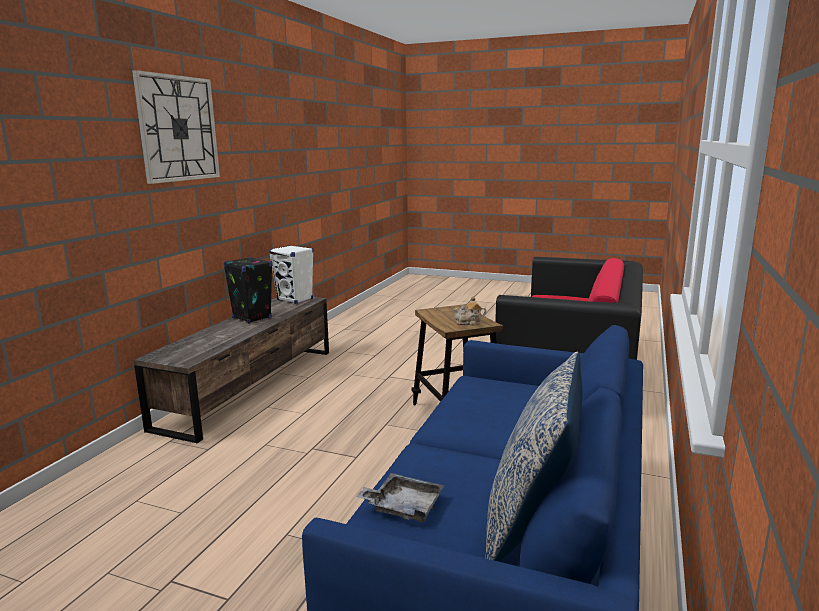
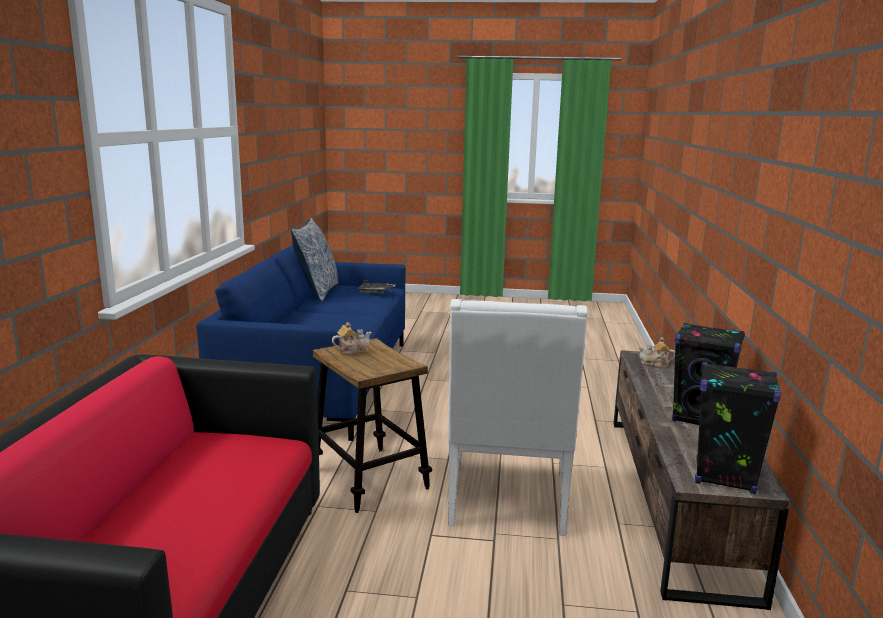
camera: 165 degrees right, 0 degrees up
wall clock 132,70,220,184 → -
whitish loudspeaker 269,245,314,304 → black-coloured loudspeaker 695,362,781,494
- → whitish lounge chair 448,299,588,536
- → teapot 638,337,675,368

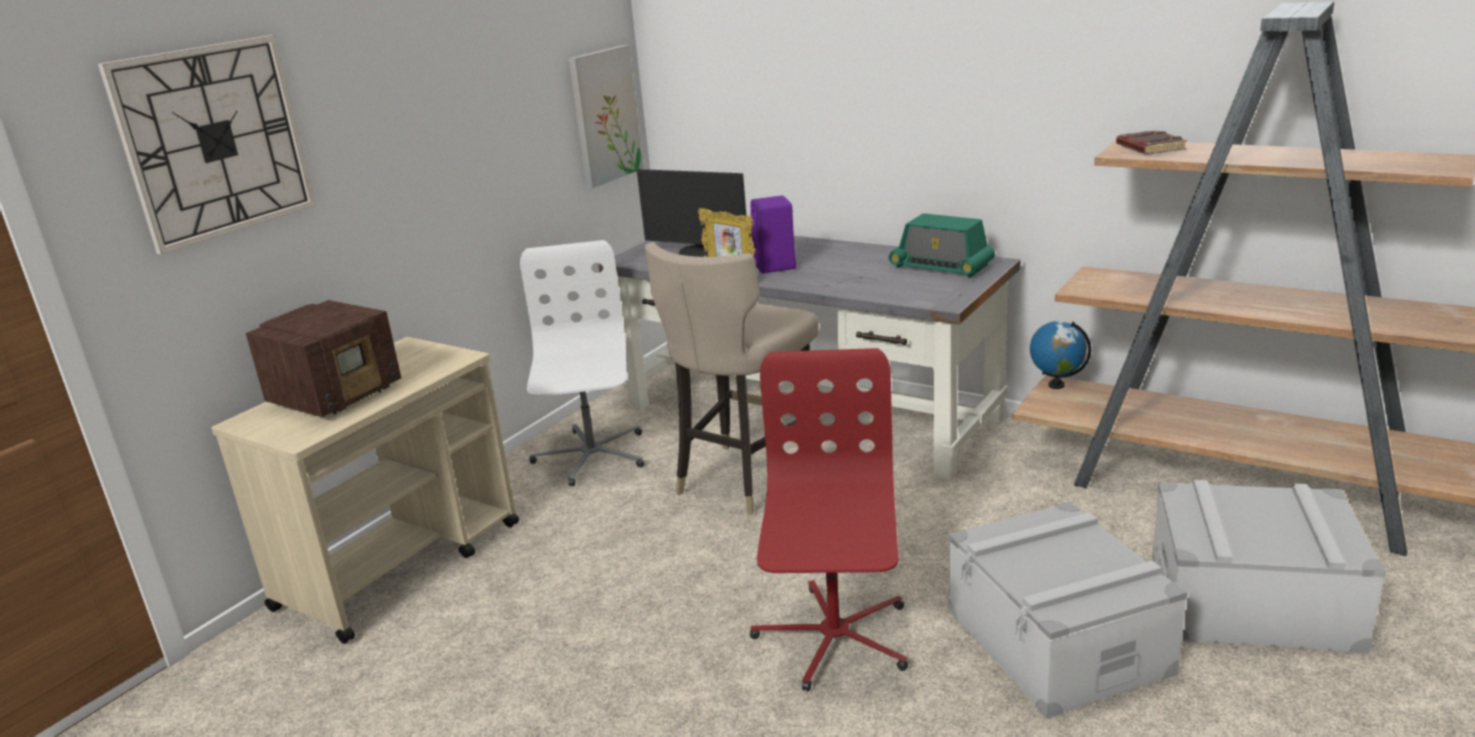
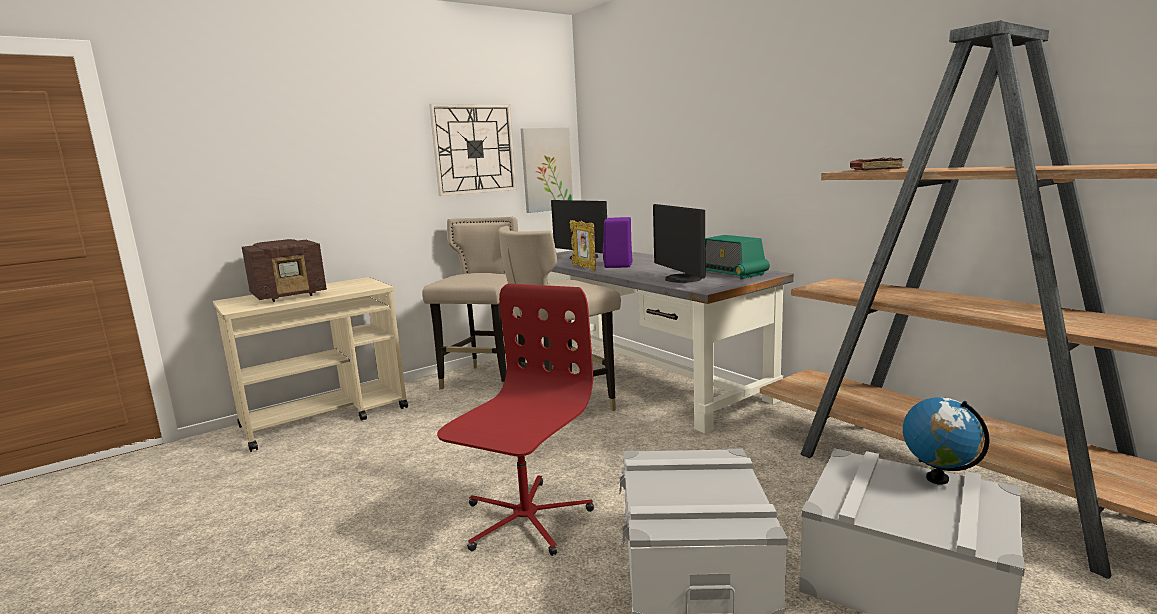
camera: 20 degrees right, 10 degrees down
wall clock 98,35,316,254 → wall clock 429,104,517,196, shifted
whitish computer chair 520,240,644,486 → sand-coloured sitting stool 422,217,518,390
world globe 1030,321,1091,389 → world globe 903,397,990,485, shifted
- → monitor 653,204,705,283

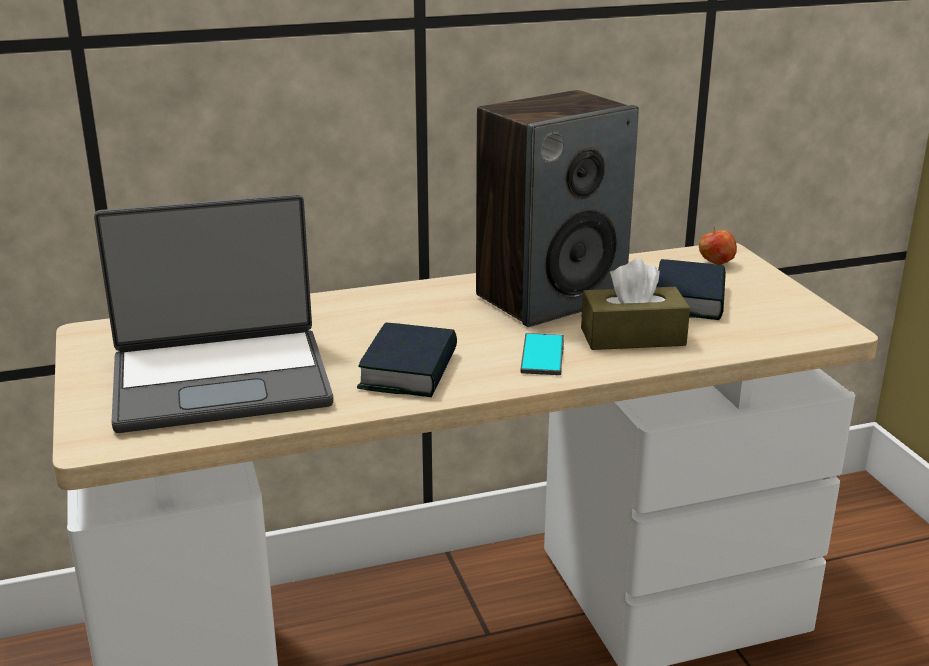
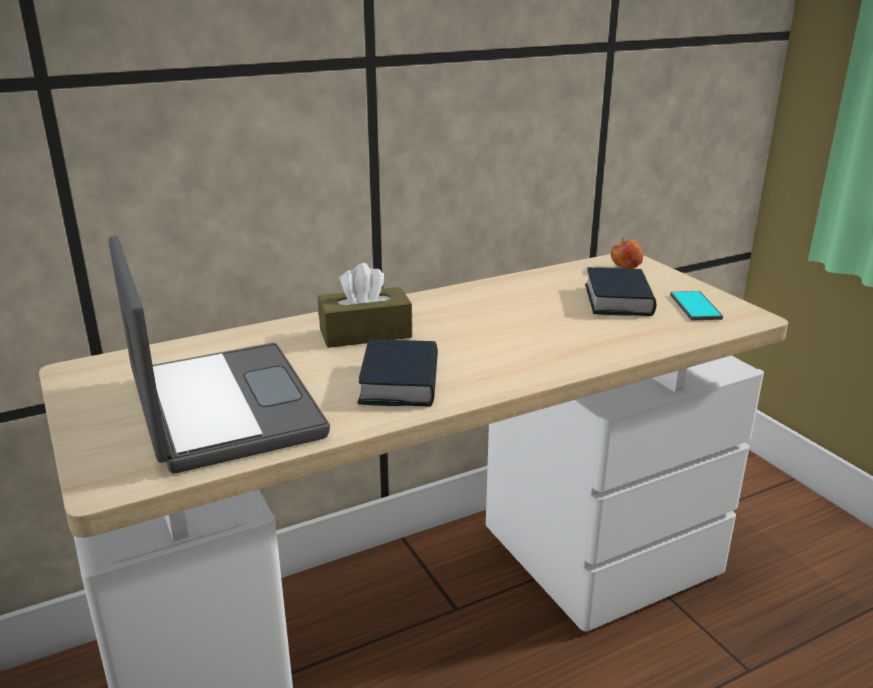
camera: 10 degrees left, 0 degrees up
loudspeaker 476,90,639,327 → -
portable computer 94,194,333,433 → portable computer 108,236,330,474, 90 degrees counterclockwise
brown-coloured tissue holder 581,258,690,350 → brown-coloured tissue holder 318,263,412,348, shifted
handset 520,333,564,375 → handset 670,291,723,320, shifted

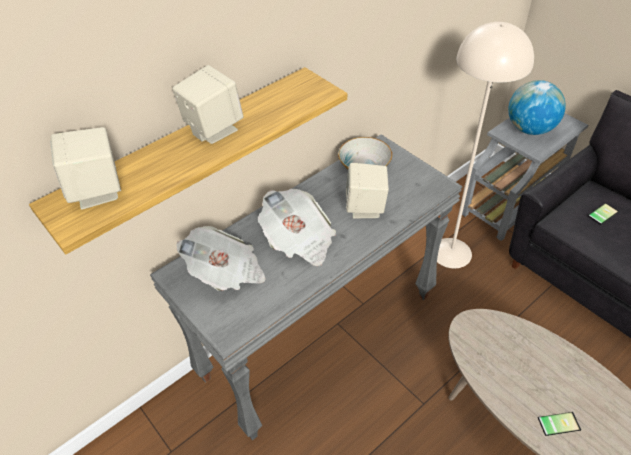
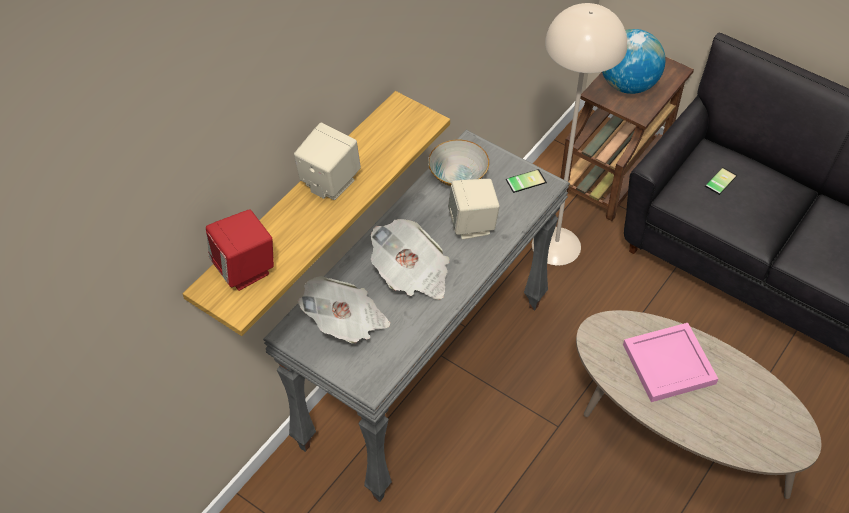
camera: 15 degrees left, 5 degrees up
grey end table 462,113,588,241 → brown-coloured end table 560,56,694,221
sand-coloured loudspeaker 50,127,121,210 → red-coloured loudspeaker 206,209,274,291
handset 538,412,581,436 → handset 506,169,547,193, shifted
- → pink-coloured serving tray 623,323,718,402

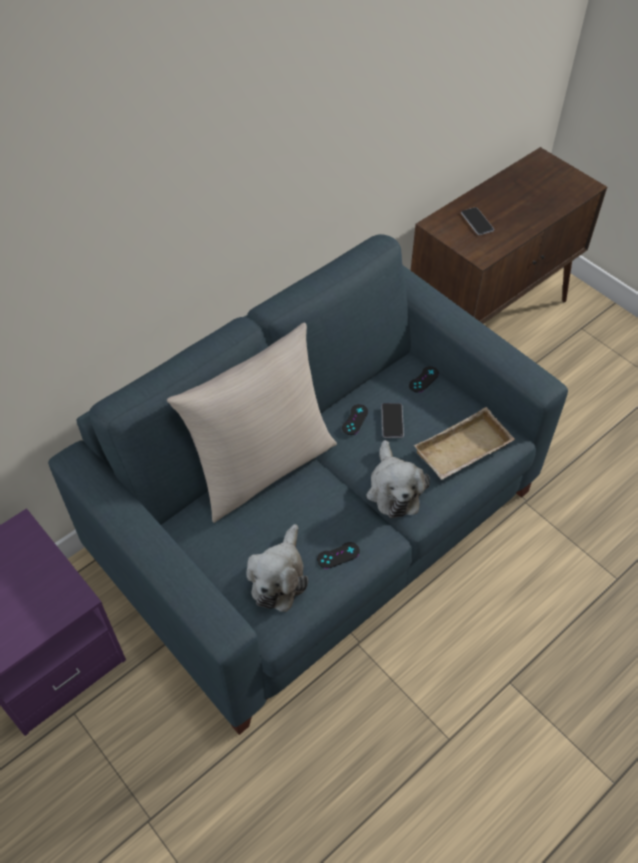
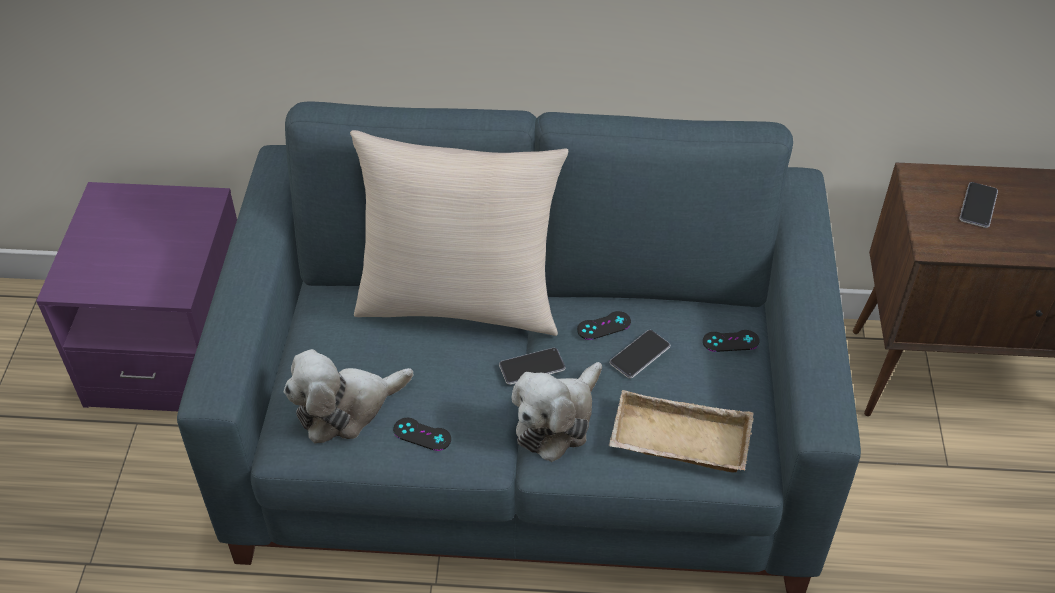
camera: 45 degrees right, 5 degrees down
- → handset 499,348,565,385

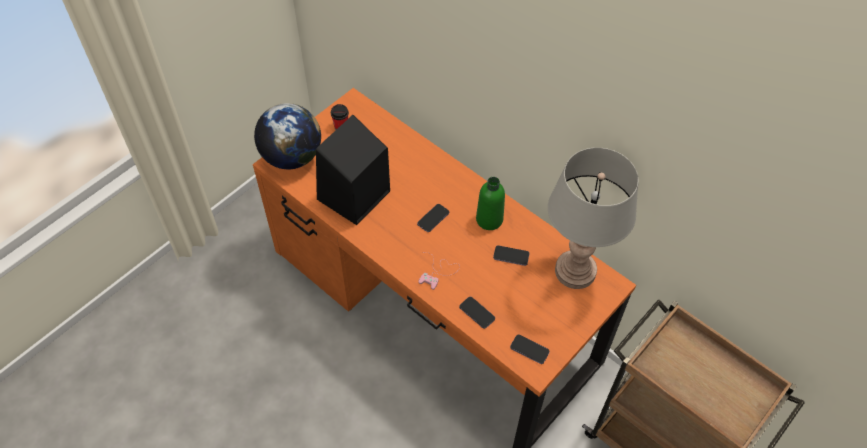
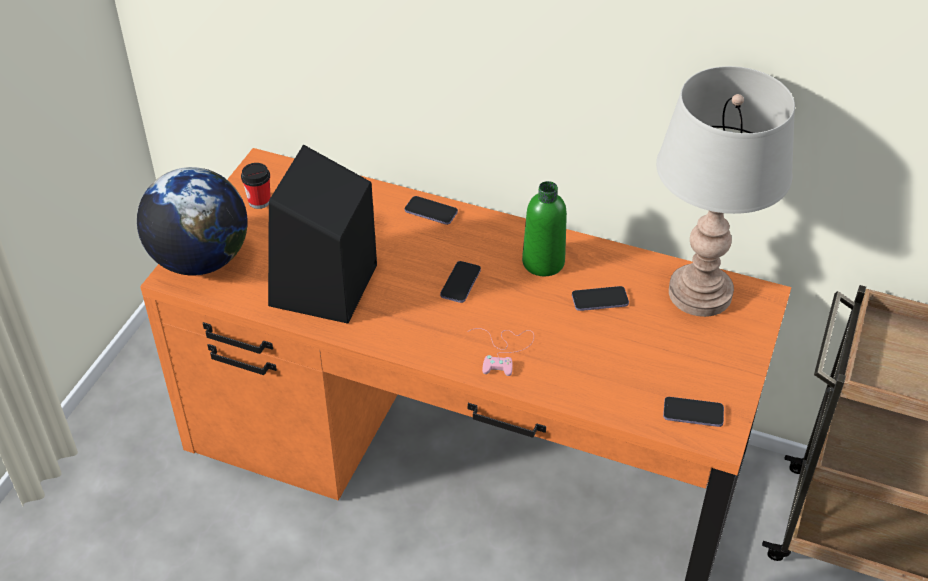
camera: 20 degrees left, 10 degrees down
handset 459,297,495,329 → handset 405,196,458,225, shifted

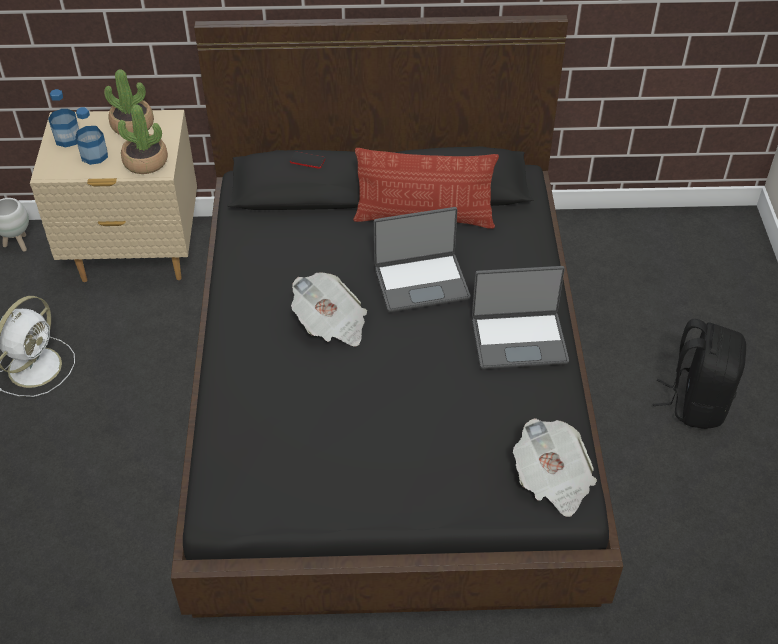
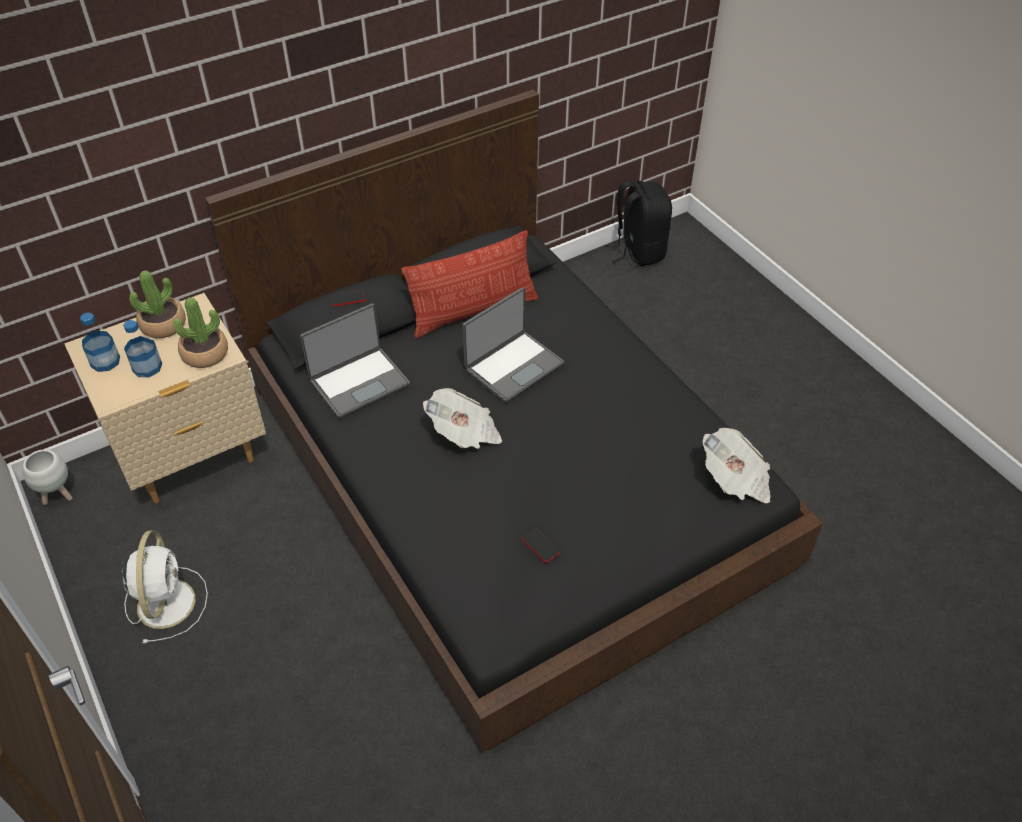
camera: 30 degrees left, 0 degrees up
portable computer 472,266,569,369 → portable computer 300,303,410,419, shifted
black-coloured knapsack 653,319,746,429 → black-coloured knapsack 605,181,672,266, shifted
- → handset 521,528,559,563

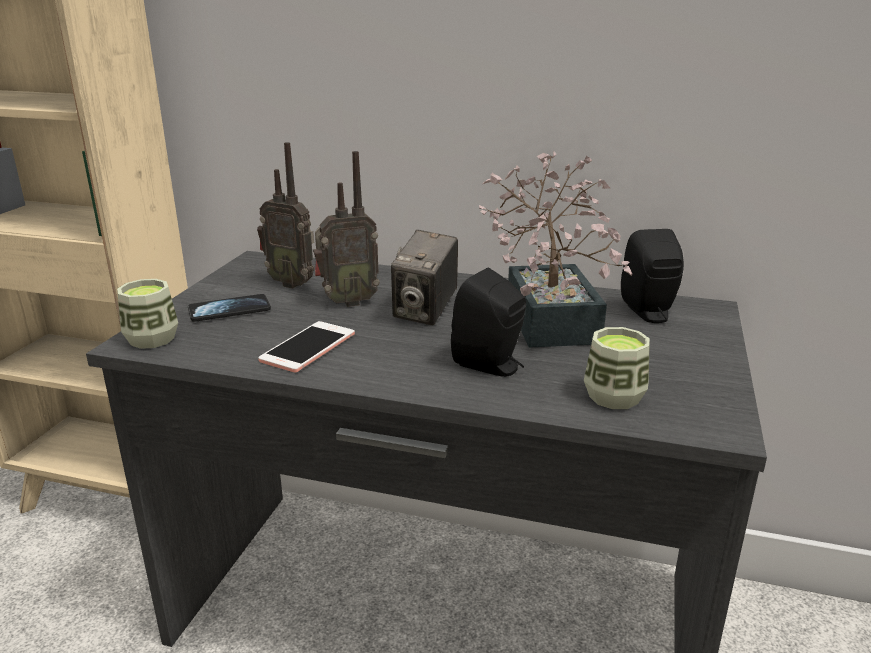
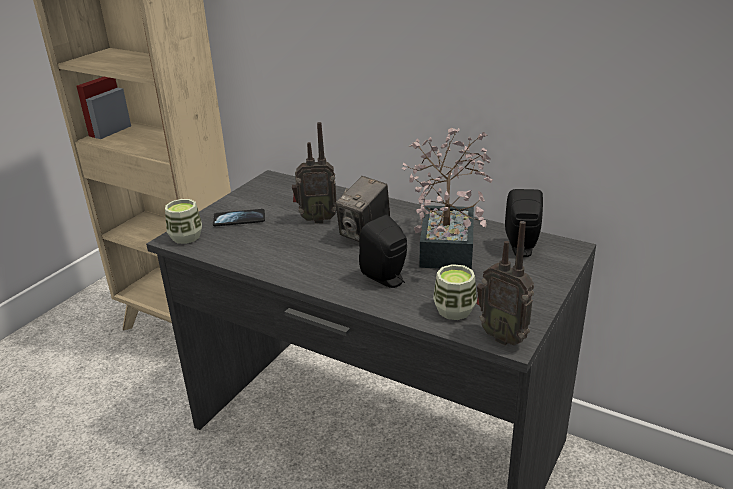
camera: 15 degrees right, 5 degrees up
radio 257,142,314,289 → radio 476,221,534,345, shifted
handset 258,321,355,372 → -

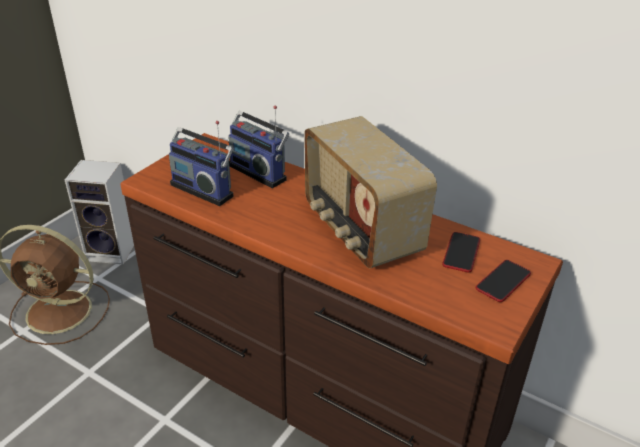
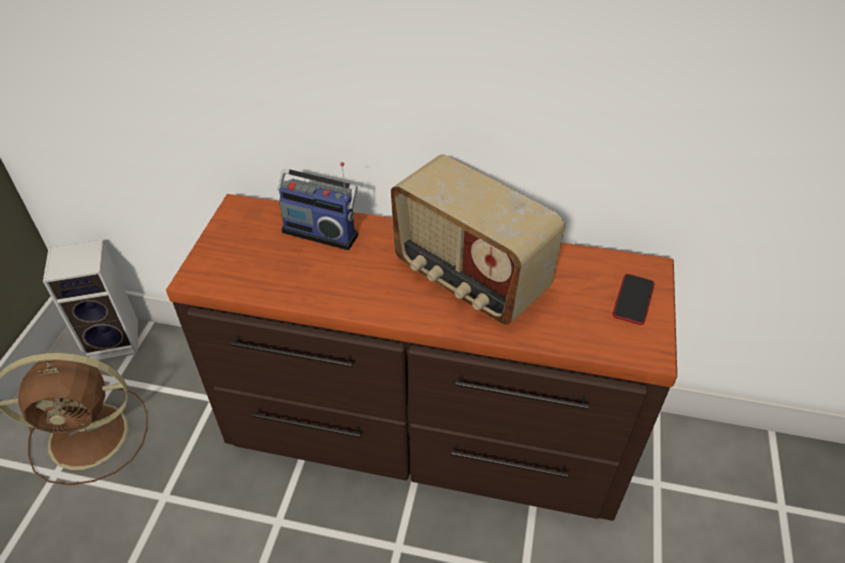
camera: 20 degrees left, 10 degrees up
radio 169,121,234,206 → -
handset 442,232,480,272 → -

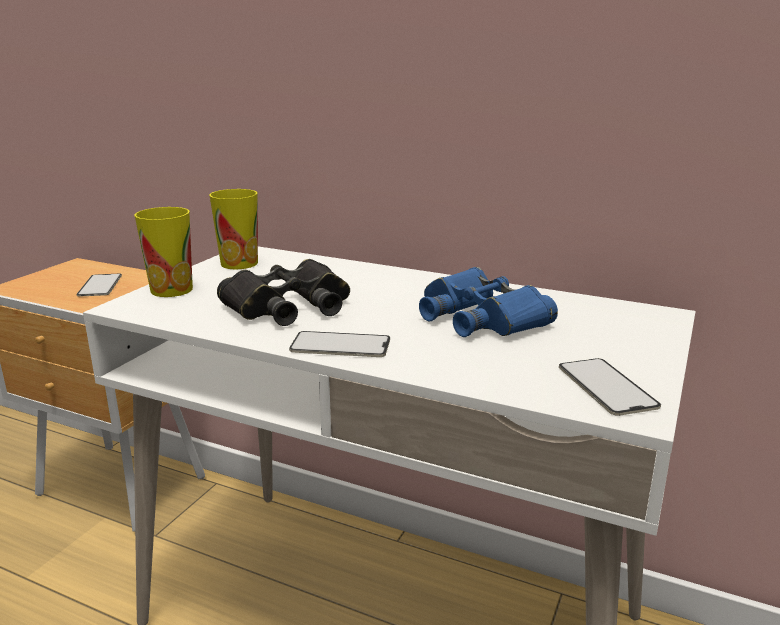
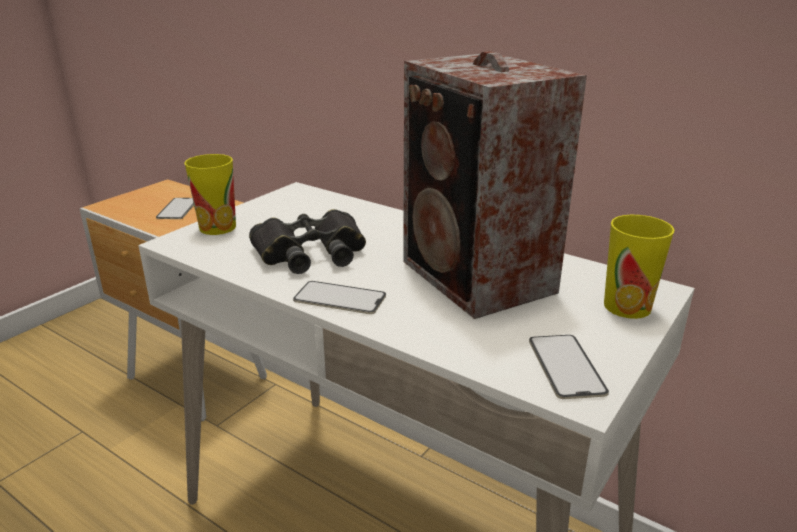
camera: 10 degrees right, 5 degrees up
drinking cup 209,189,258,269 → drinking cup 604,215,675,319, shifted
blue-coloured field glasses 419,267,558,337 → loudspeaker 403,51,587,319

